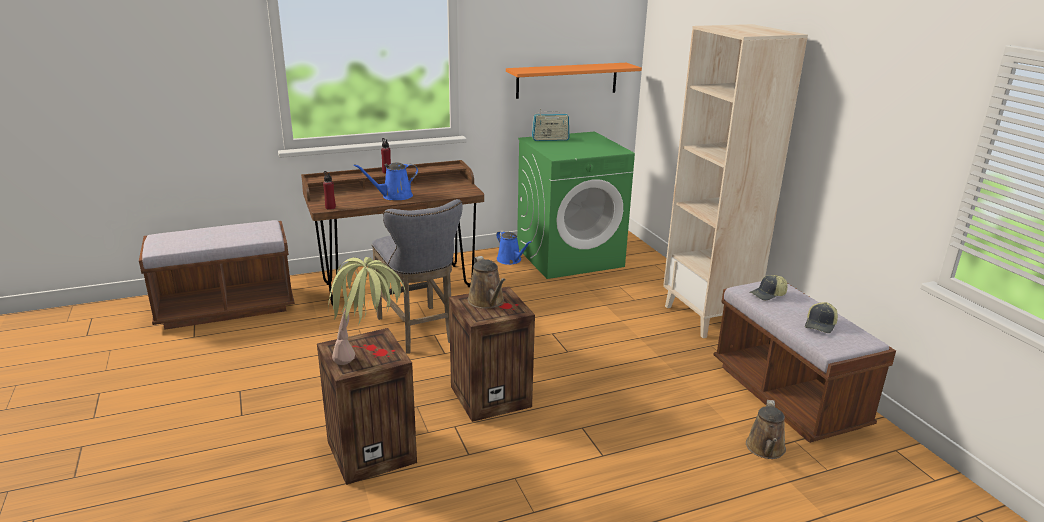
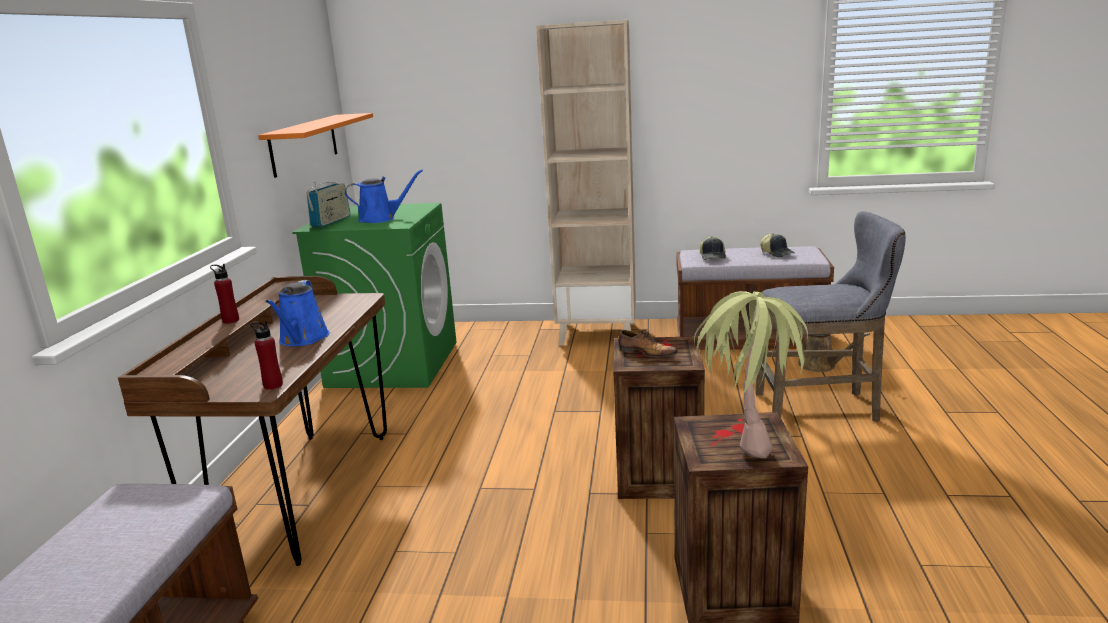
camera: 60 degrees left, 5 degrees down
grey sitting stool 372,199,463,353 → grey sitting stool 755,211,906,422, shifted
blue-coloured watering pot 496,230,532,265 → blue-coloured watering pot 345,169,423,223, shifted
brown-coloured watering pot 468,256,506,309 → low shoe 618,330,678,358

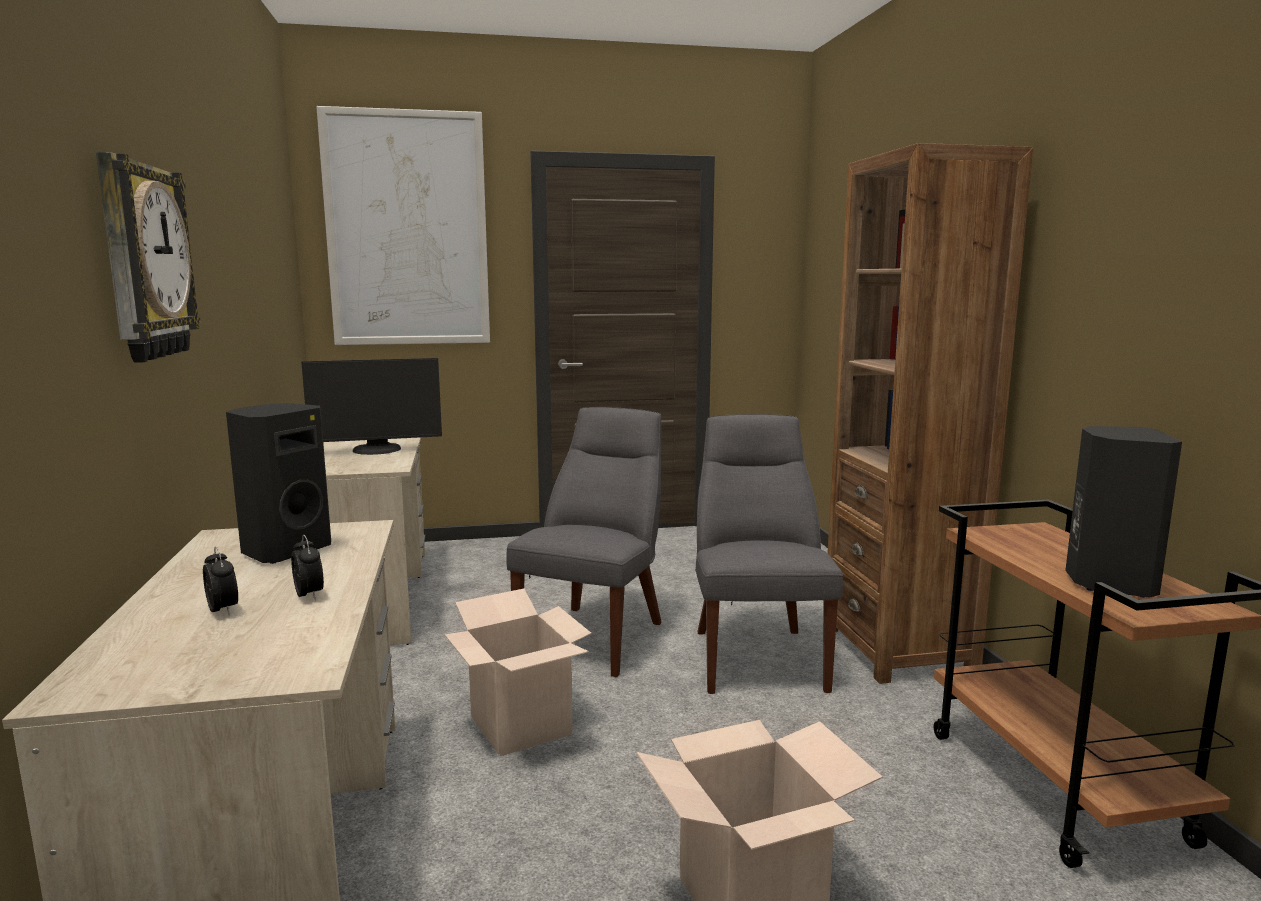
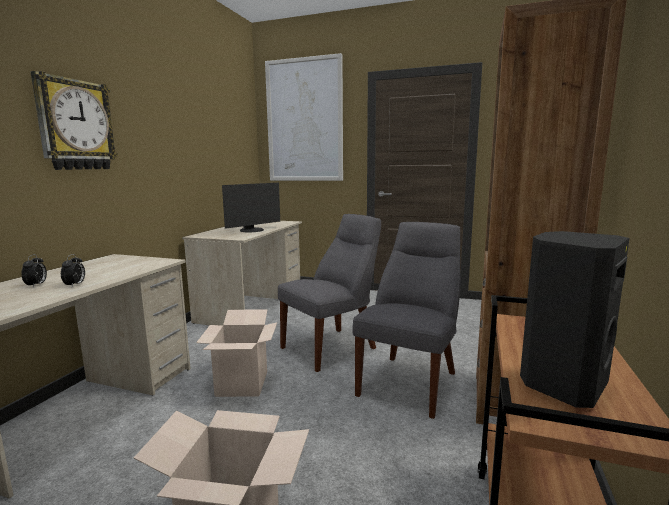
camera: 30 degrees right, 0 degrees up
monitor 301,358,442,455 → monitor 222,183,280,232, 60 degrees counterclockwise
black-coloured loudspeaker 226,403,331,564 → -

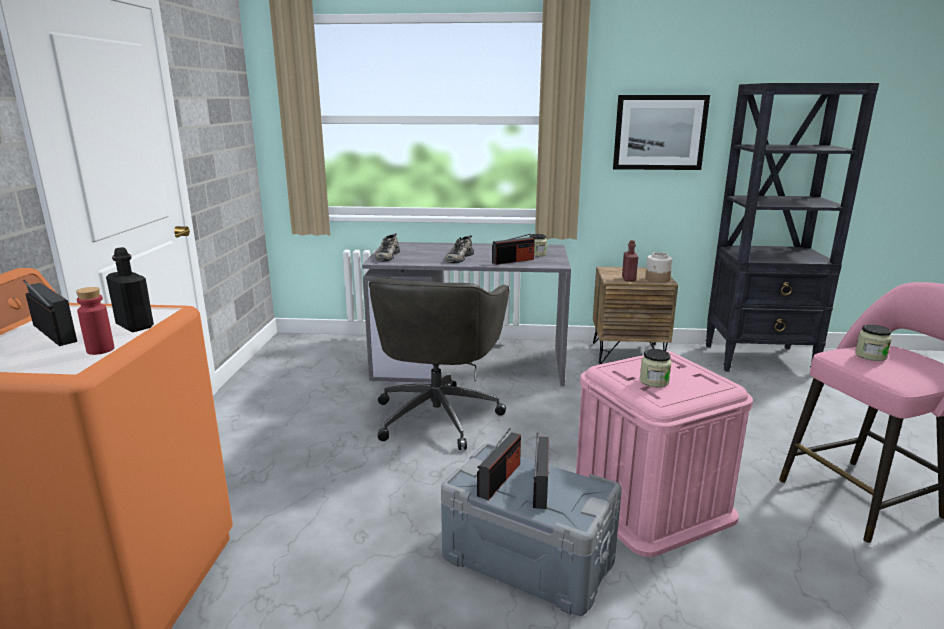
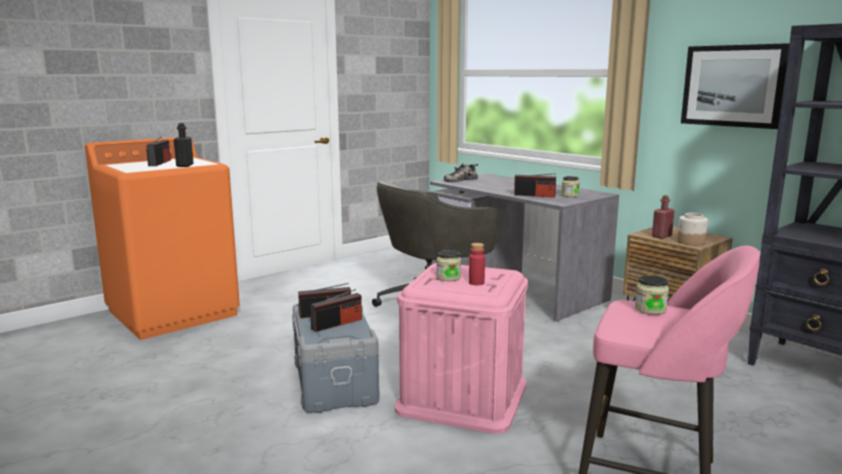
camera: 45 degrees right, 5 degrees down
low shoe 445,235,474,263 → -
red-coloured beverage bottle 76,287,114,355 → red-coloured beverage bottle 469,243,485,285, shifted

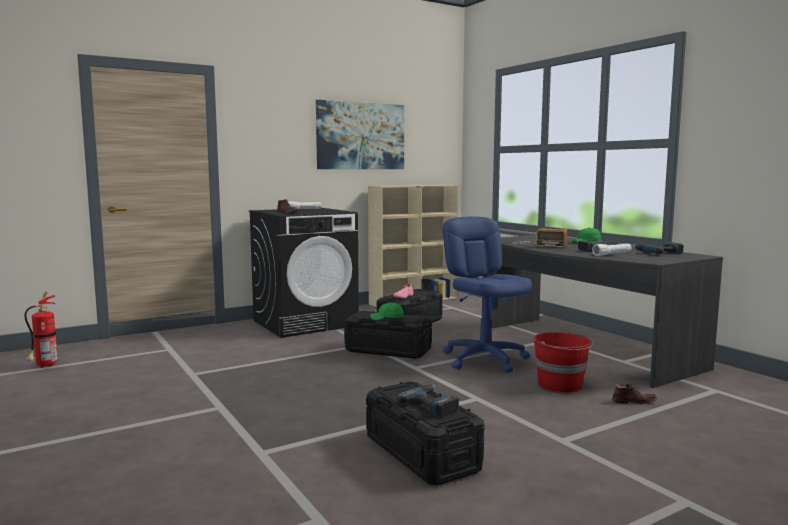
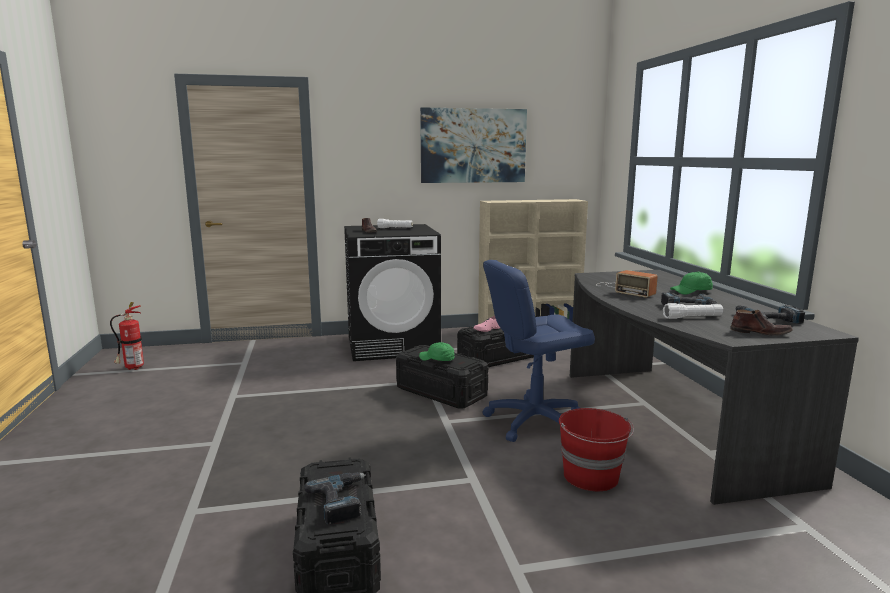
camera: 20 degrees right, 5 degrees up
blue-coloured computer chair 442,217,532,373 → blue-coloured computer chair 482,260,595,442, 105 degrees counterclockwise
brown-coloured low shoe 612,384,657,404 → brown-coloured low shoe 730,310,793,336, shifted

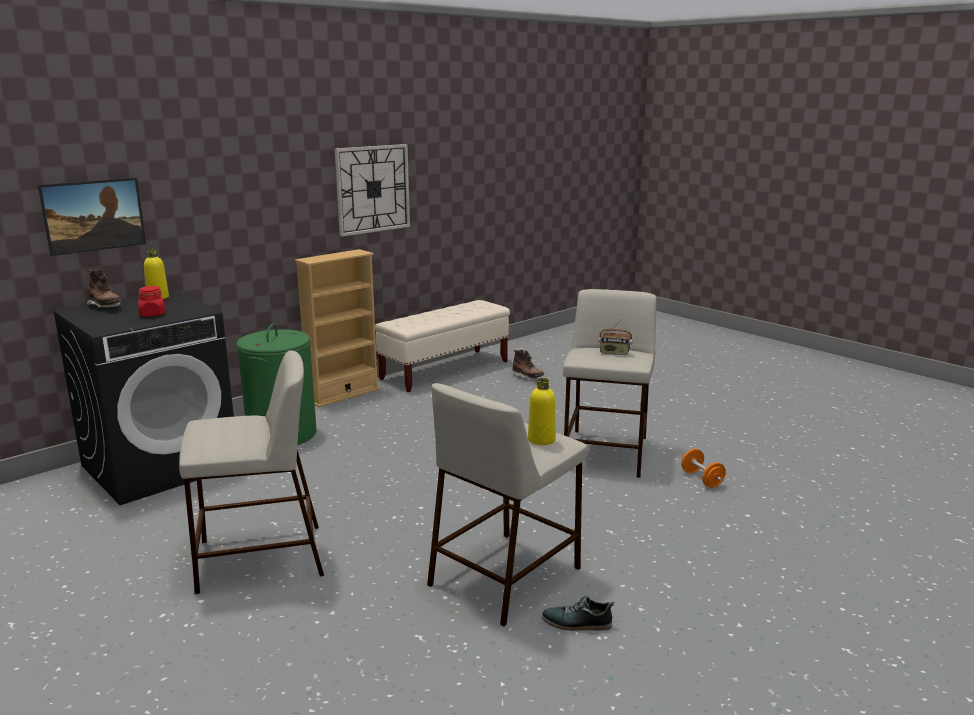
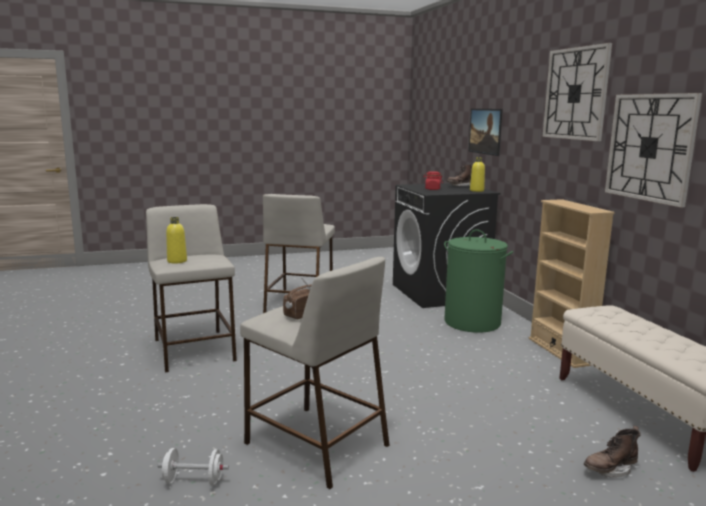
camera: 115 degrees right, 5 degrees down
orange dumbbell 681,449,726,488 → whitish dumbbell 157,448,229,485
low shoe 542,596,614,631 → -
- → wall clock 542,43,612,141

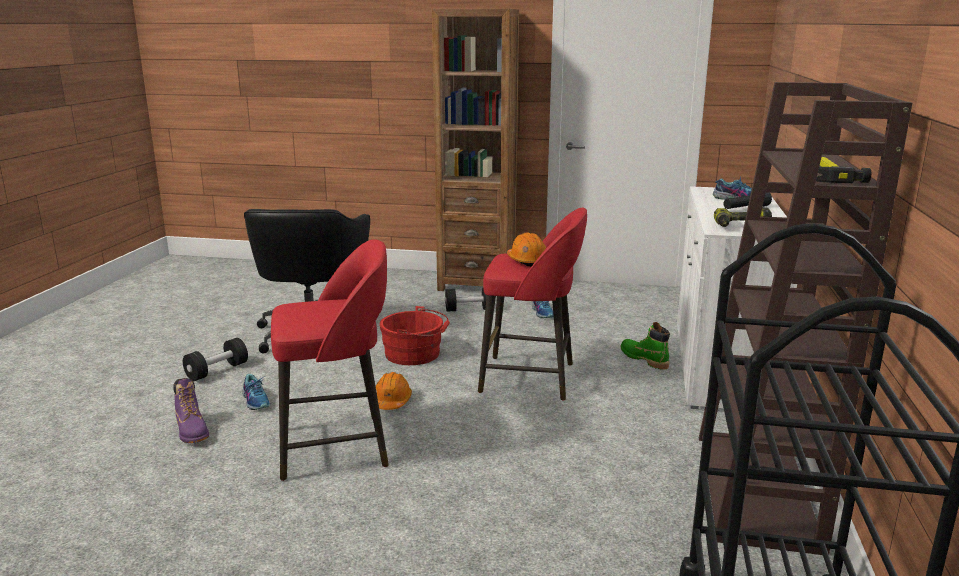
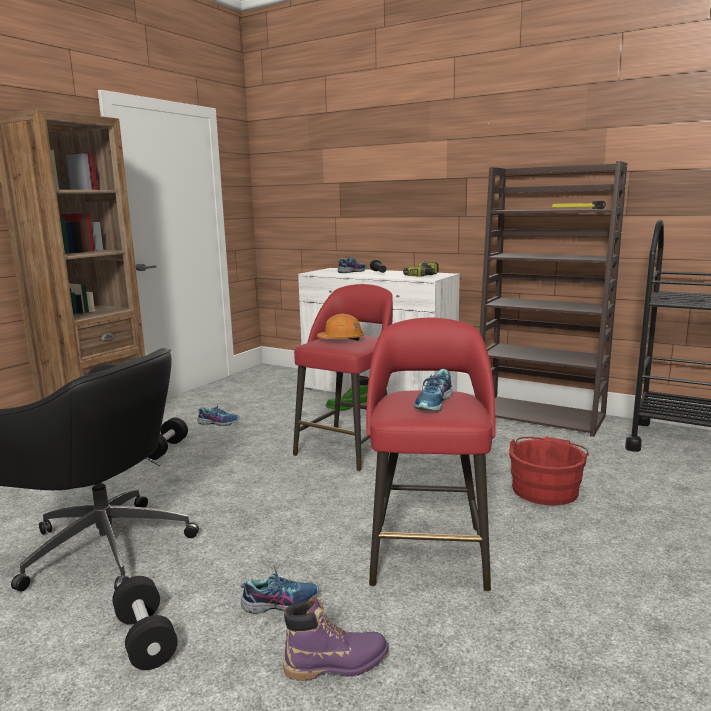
camera: 70 degrees left, 5 degrees down
red-coloured bucket 379,306,450,365 → red-coloured bucket 509,437,589,506, shifted
orange work helmet 376,372,412,410 → -
- → low shoe 414,369,452,412

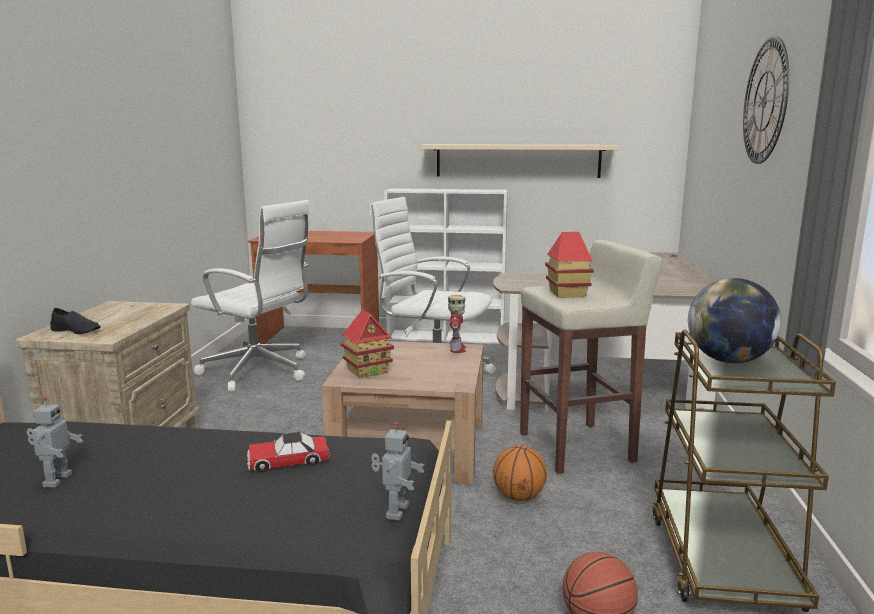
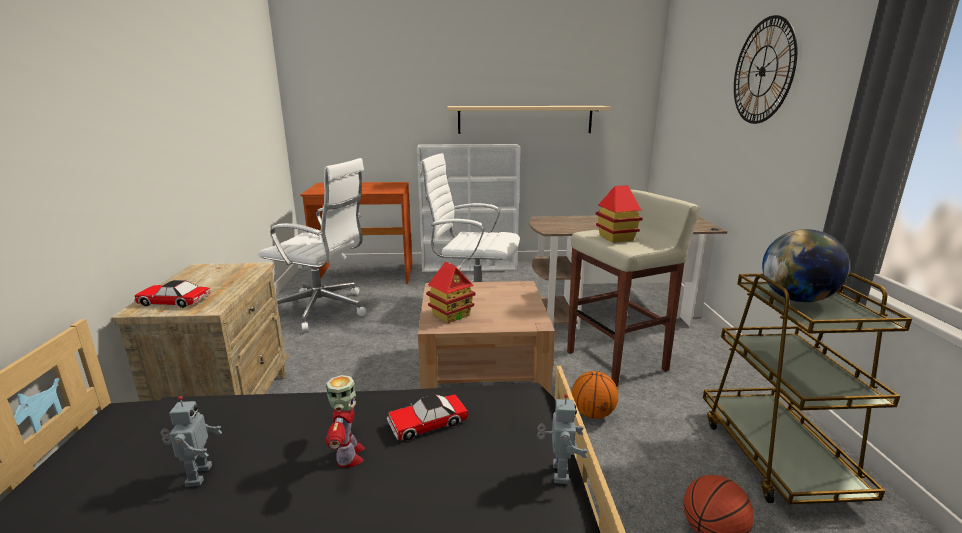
camera: 10 degrees left, 5 degrees up
model robot 448,295,466,353 → model robot 326,375,365,468, shifted
black-coloured low shoe 50,308,100,334 → model car 134,280,211,308

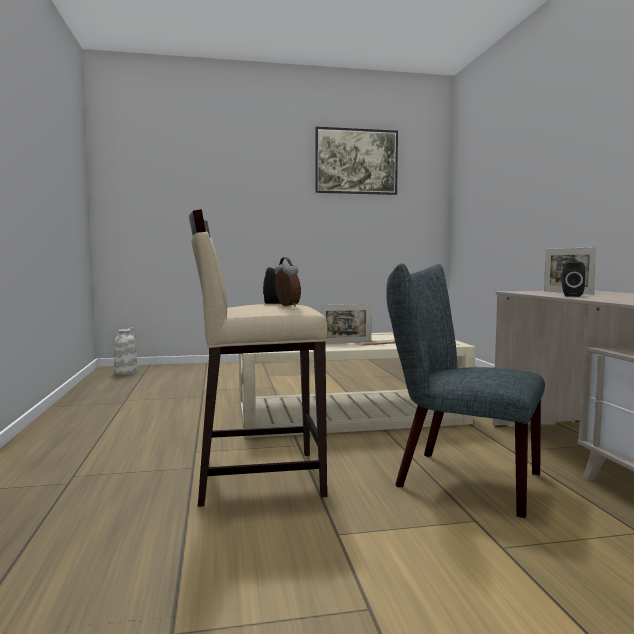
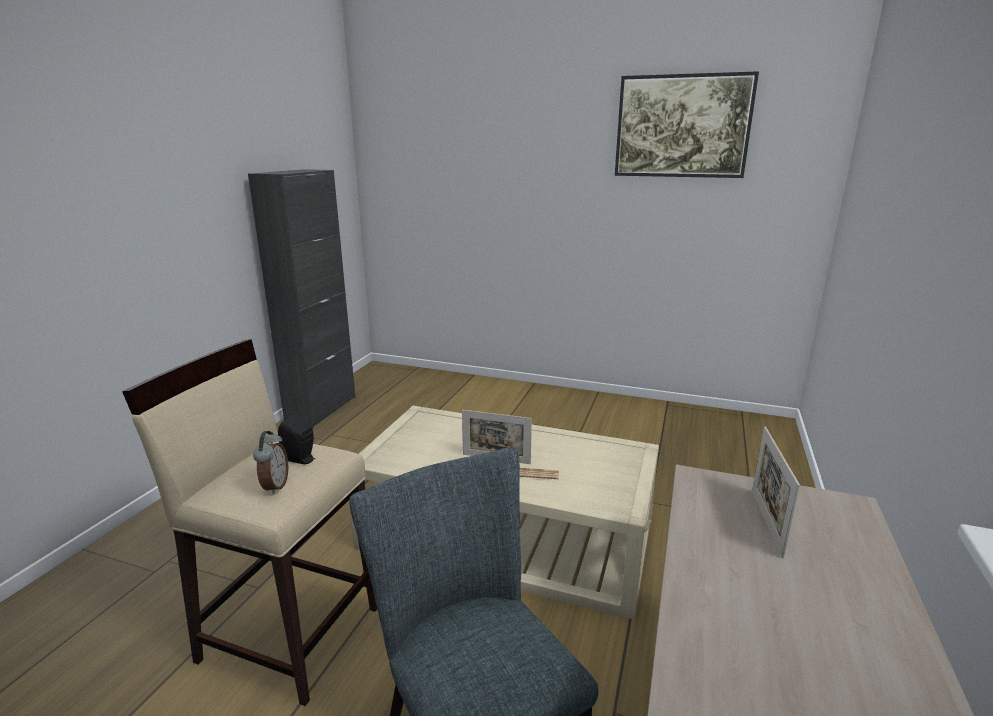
camera: 30 degrees right, 15 degrees up
black-coloured loudspeaker 562,262,585,297 → -
whitish vase 114,327,137,375 → -
- → black-coloured cupboard 248,169,355,428

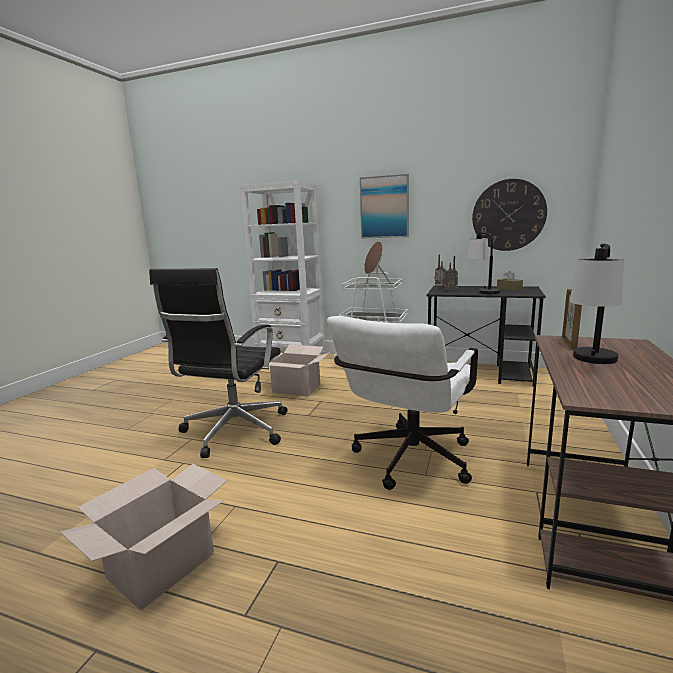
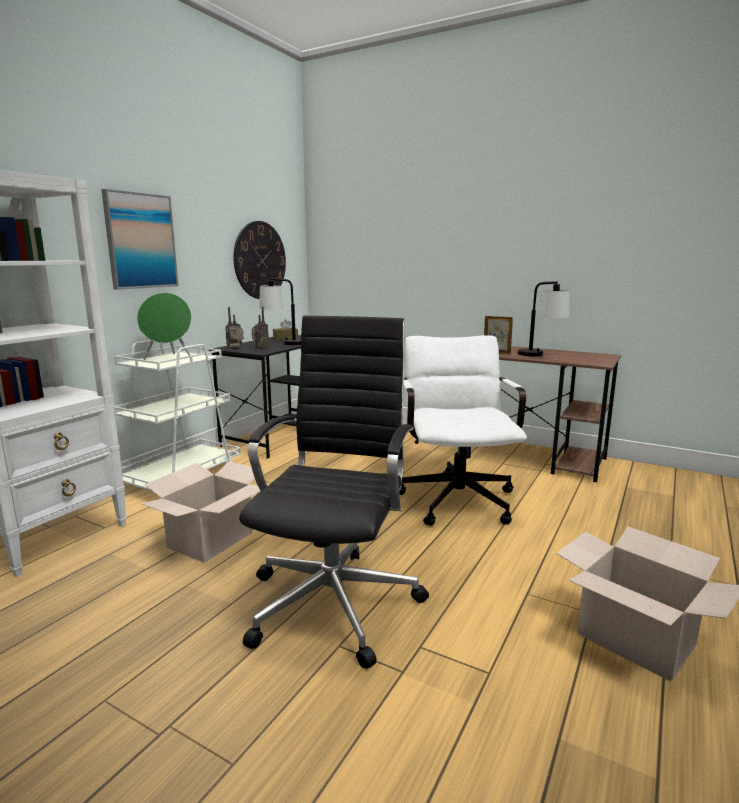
camera: 80 degrees left, 0 degrees up
brown-coloured loudspeaker 364,241,391,287 → green-coloured loudspeaker 137,293,192,360
black-coloured computer chair 149,268,288,458 → black-coloured computer chair 239,316,429,669, 105 degrees counterclockwise
whitish computer chair 327,316,478,490 → whitish computer chair 399,335,527,526, 135 degrees counterclockwise

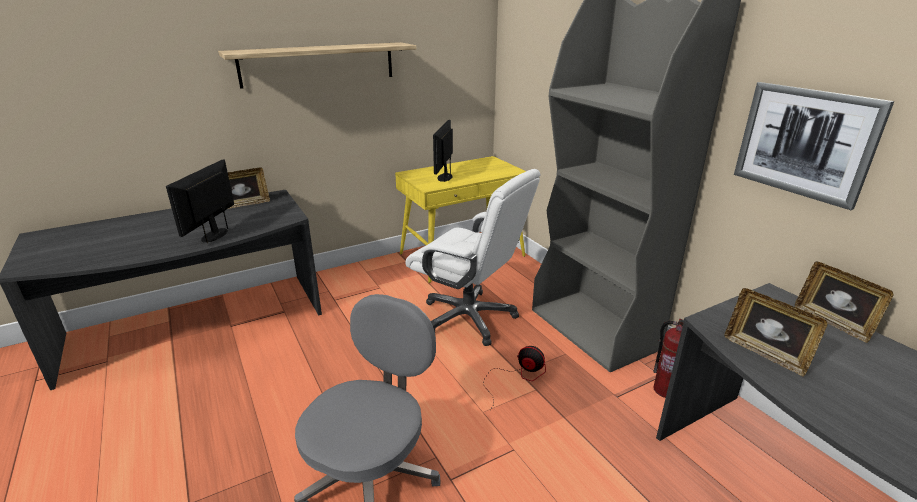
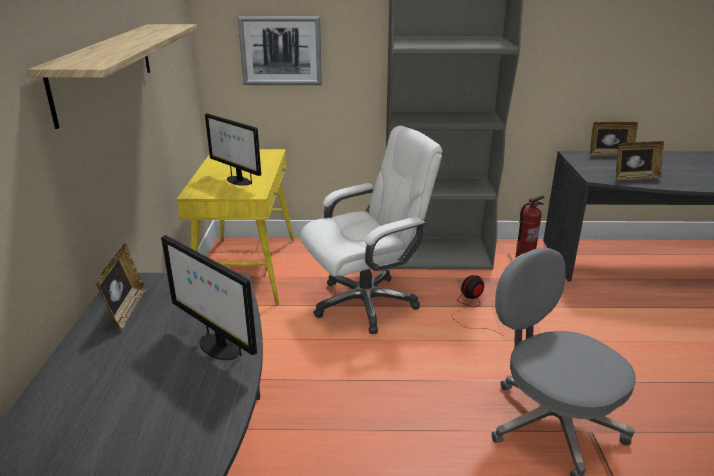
camera: 60 degrees left, 0 degrees up
picture 734,82,894,210 → picture 238,16,322,85, shifted

